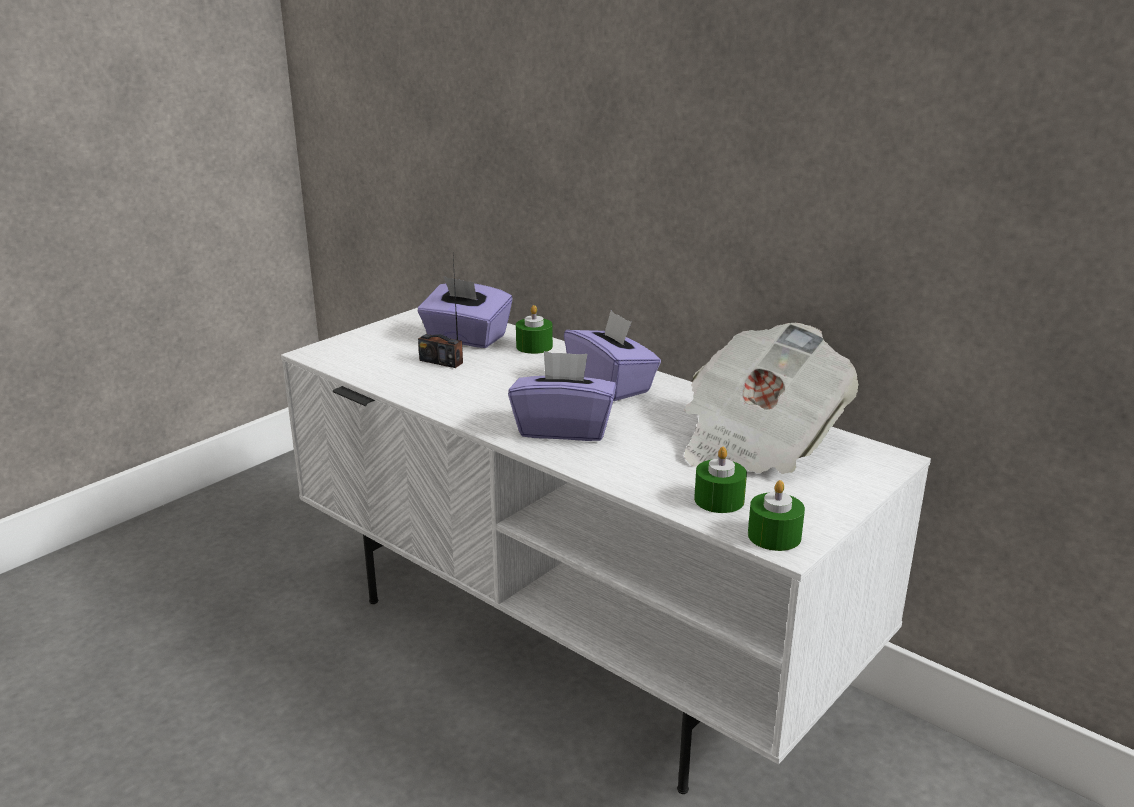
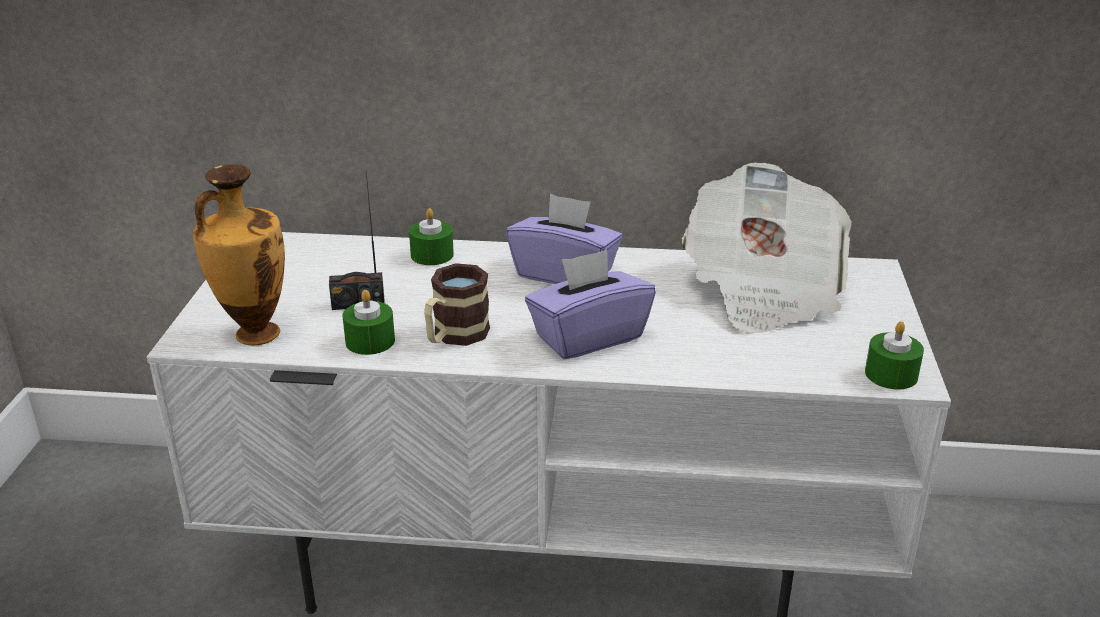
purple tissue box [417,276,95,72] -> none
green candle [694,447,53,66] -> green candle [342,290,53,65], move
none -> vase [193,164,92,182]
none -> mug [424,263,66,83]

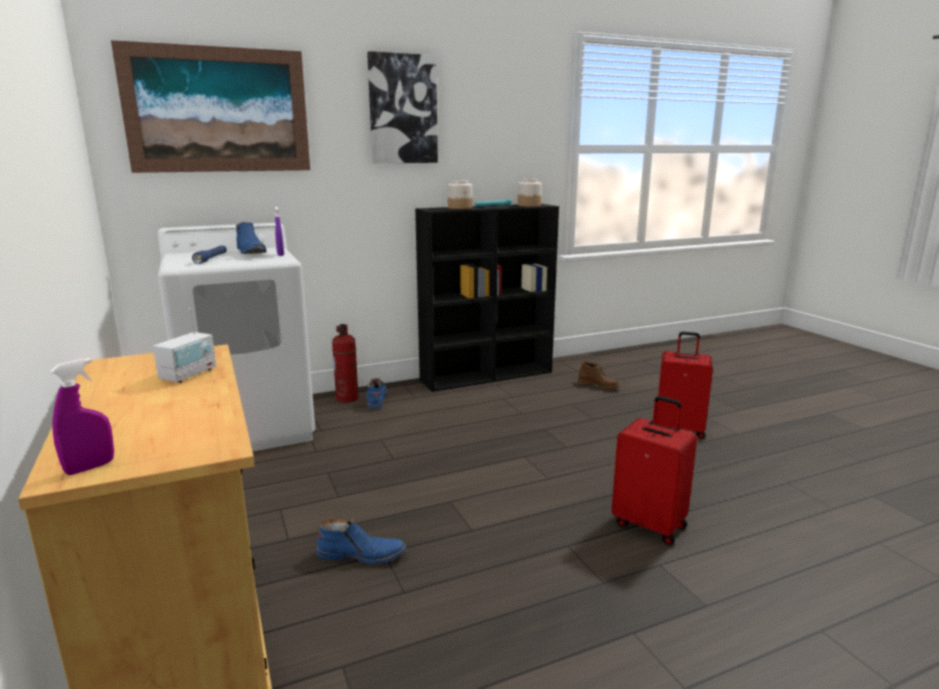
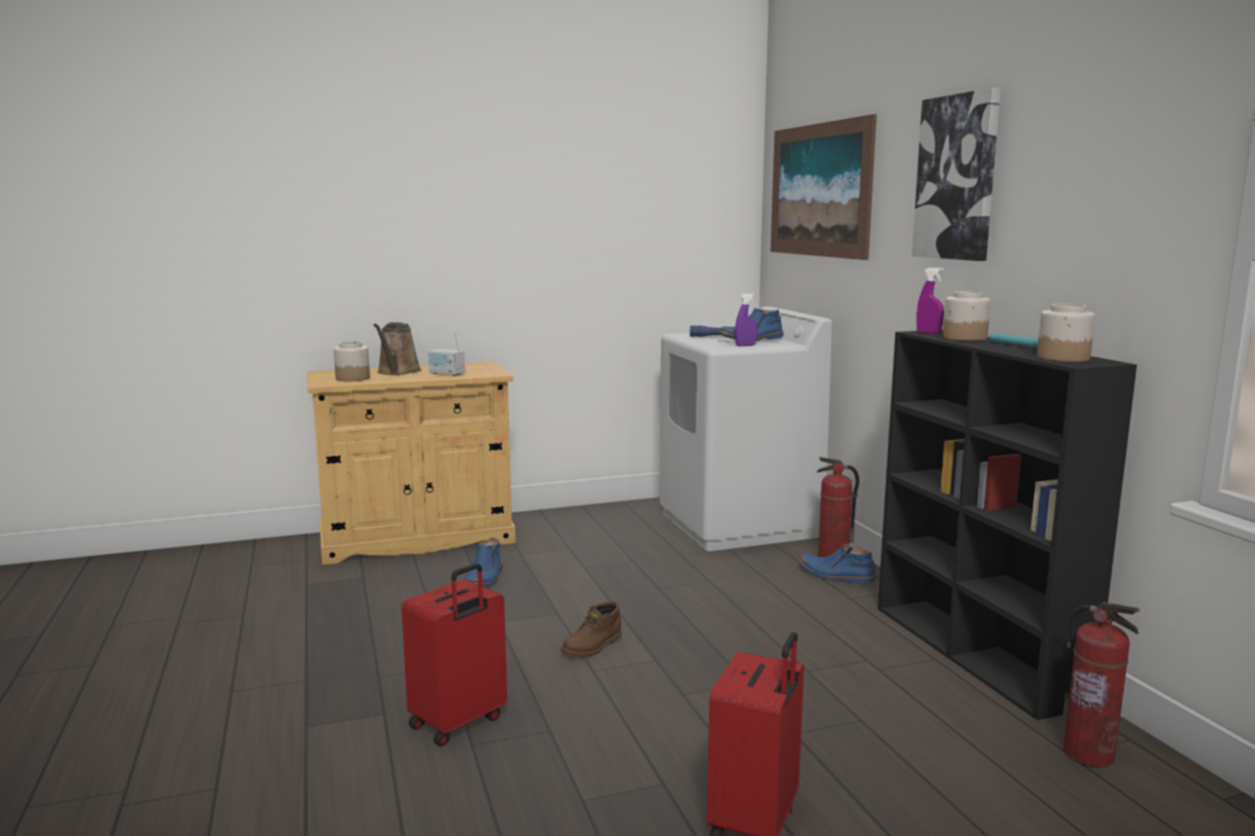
purple spray bottle [50,358,64,117] -> purple spray bottle [916,268,28,66], move
brown boot [578,362,41,27] -> brown boot [560,601,62,56], move
blue boot [366,378,21,31] -> blue boot [799,544,77,40], 150 degrees counterclockwise
none -> brown watering can [374,322,47,53]
none -> jar [334,341,36,40]
none -> fire extinguisher [1063,602,76,166]

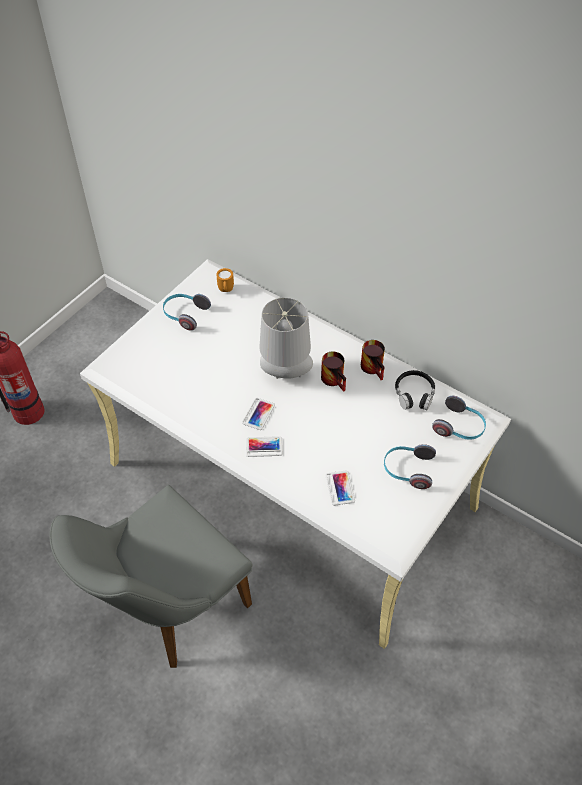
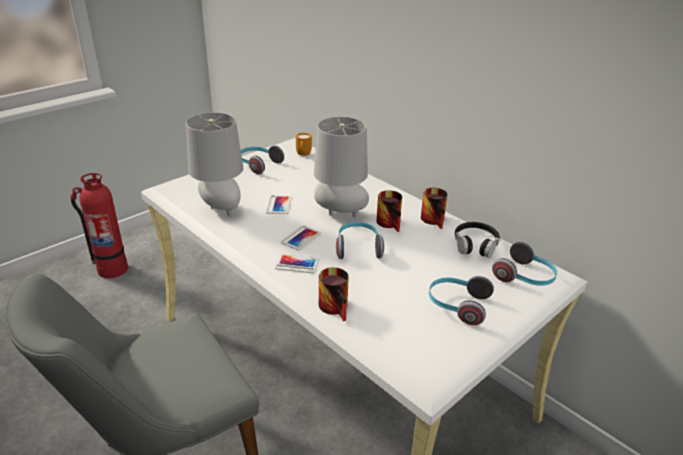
phone [325,470,30,36] -> phone [266,195,26,19], move
none -> grey table lamp [186,112,57,105]
none -> headphones [336,222,48,37]
none -> mug [319,267,30,54]

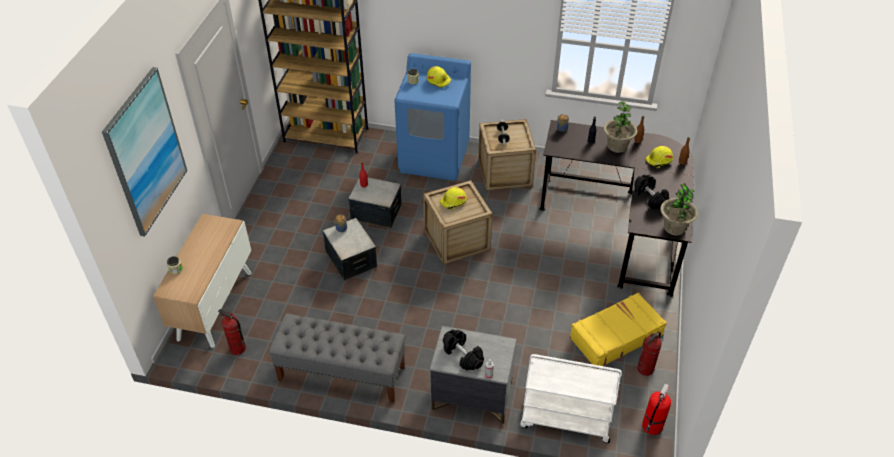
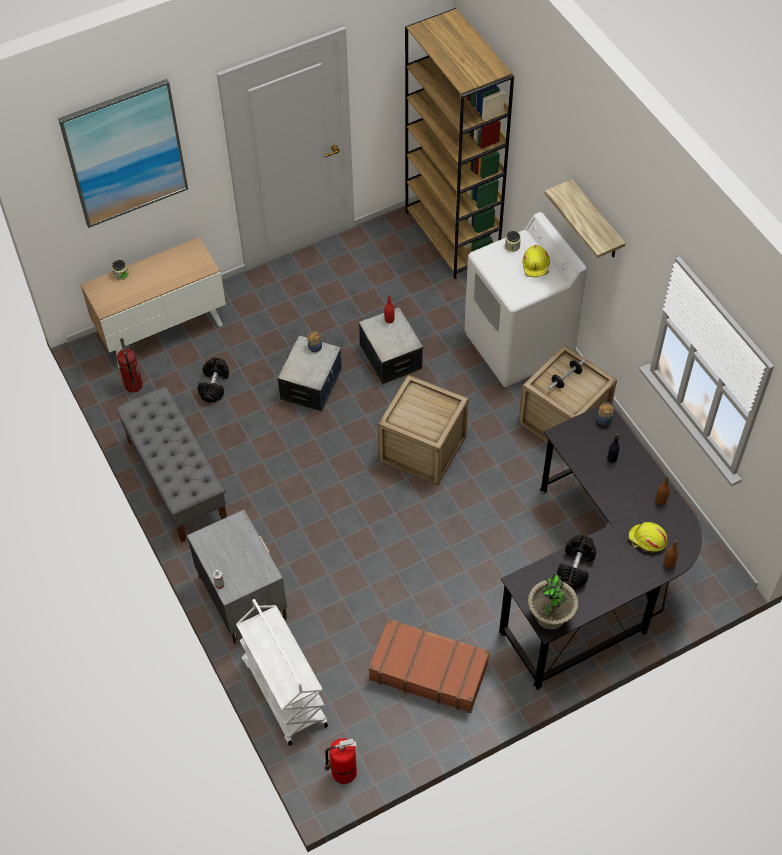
blue washing machine [394,53,77,128] -> white washing machine [464,212,123,175]
potted plant [603,101,35,52] -> none
yellow hard hat [440,187,27,23] -> none
yellow suitcase [570,292,97,77] -> brown suitcase [369,619,121,94]
black dumbbell [443,329,41,41] -> black dumbbell [197,357,32,46], move
fire extinguisher [637,332,25,44] -> none
none -> shelf [544,179,81,79]

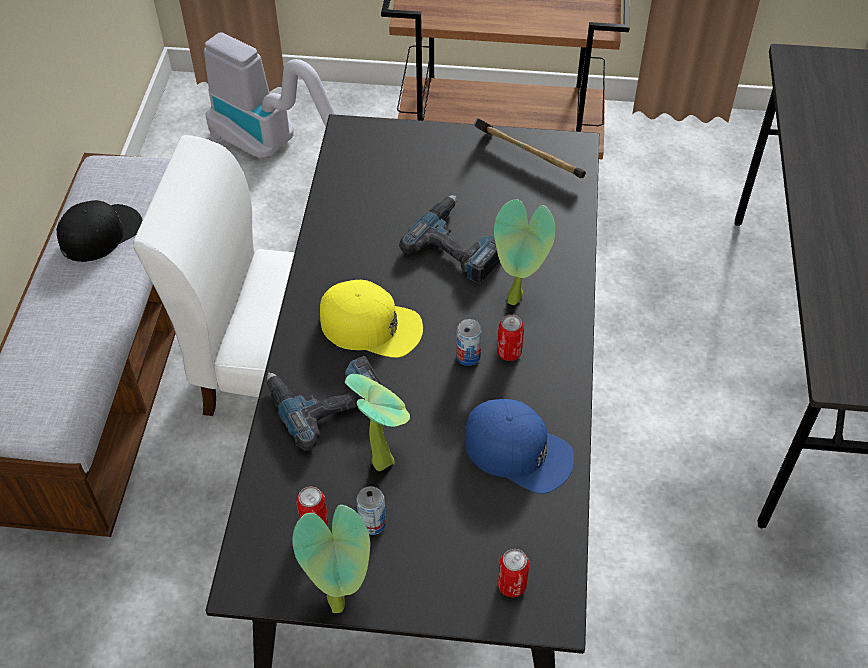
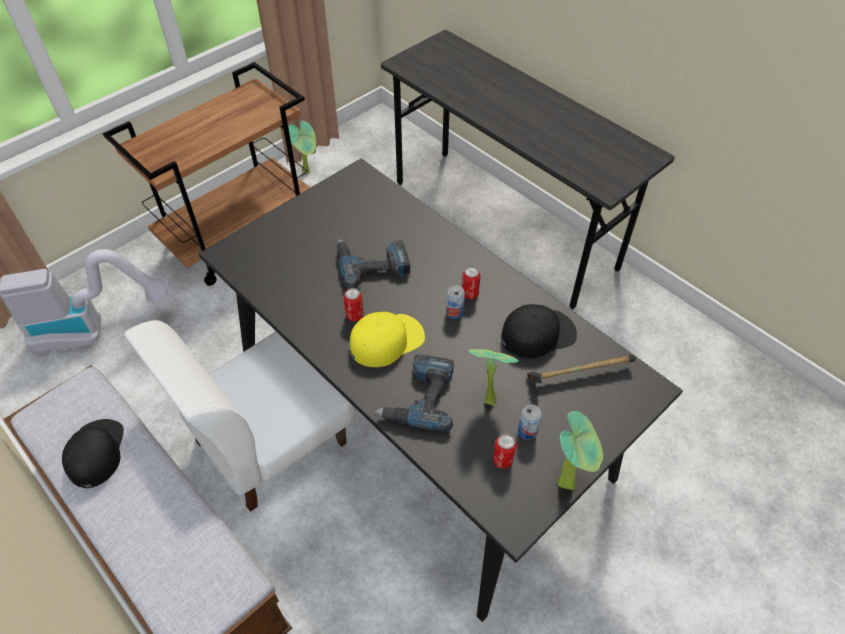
hammer [473,118,113,60] -> hammer [527,354,109,30], move
potted plant [494,199,61,106] -> potted plant [288,121,28,53], move
blue cap [465,399,109,95] -> black cap [501,304,76,54]
can [498,549,31,48] -> can [344,288,20,33], move

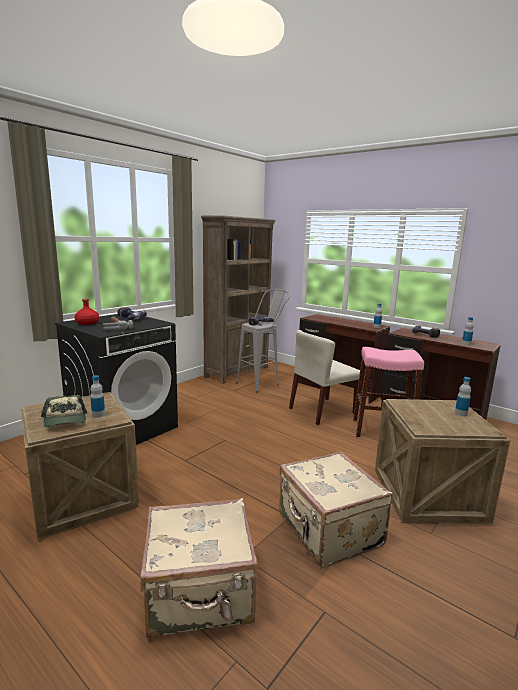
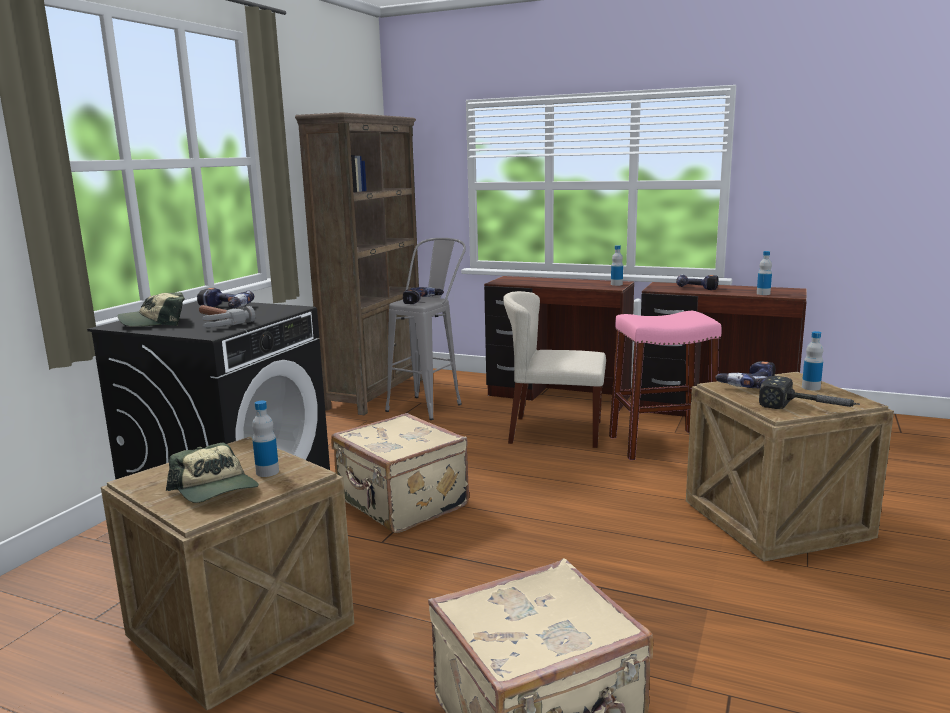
red bottle [75,299,24,26] -> cap [118,292,67,35]
beige chair [289,330,71,95] -> beige chair [503,291,103,157], 60 degrees clockwise
beige suitcase [279,452,114,115] -> beige suitcase [331,413,138,120], move
none -> power drill [715,361,60,27]
none -> hammer [759,376,101,33]

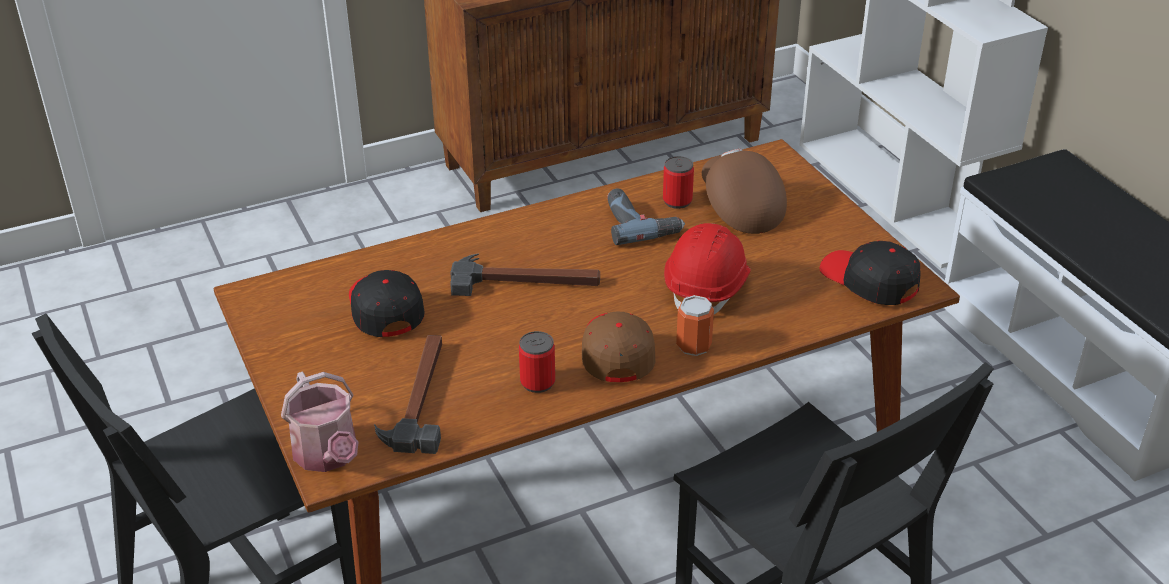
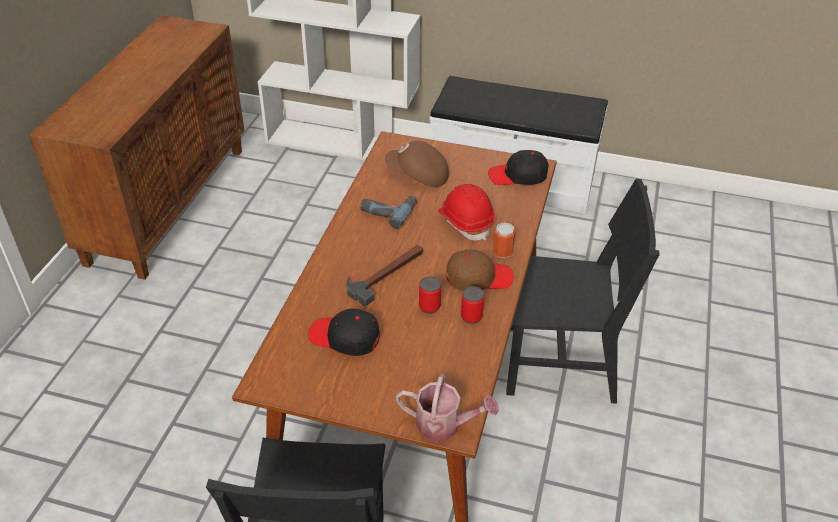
can [663,156,31,53] -> can [419,276,22,38], move
brown cap [582,311,74,71] -> brown cap [446,250,68,41], 135 degrees clockwise
hammer [374,335,68,119] -> none

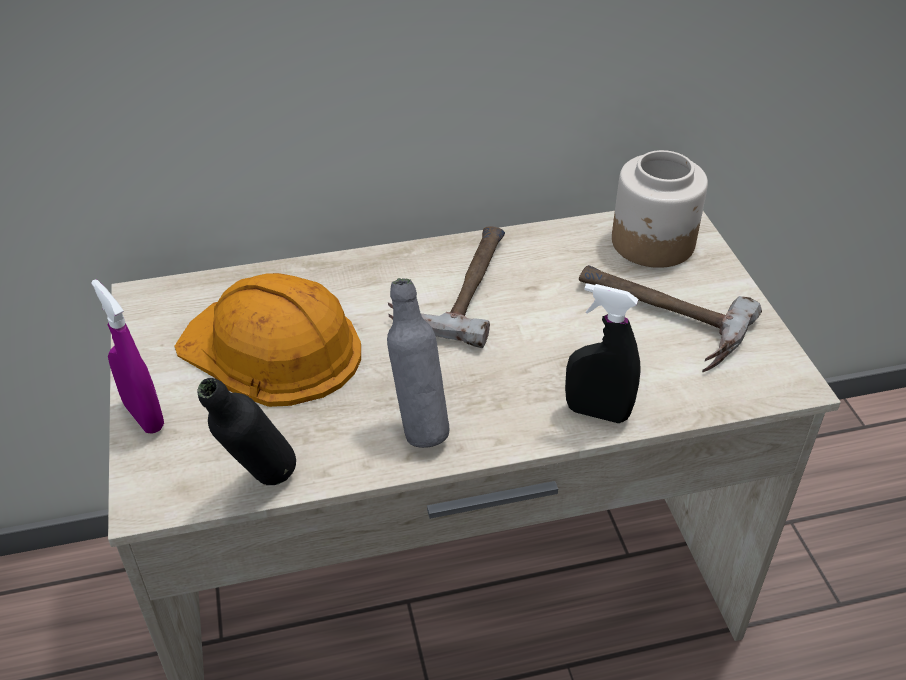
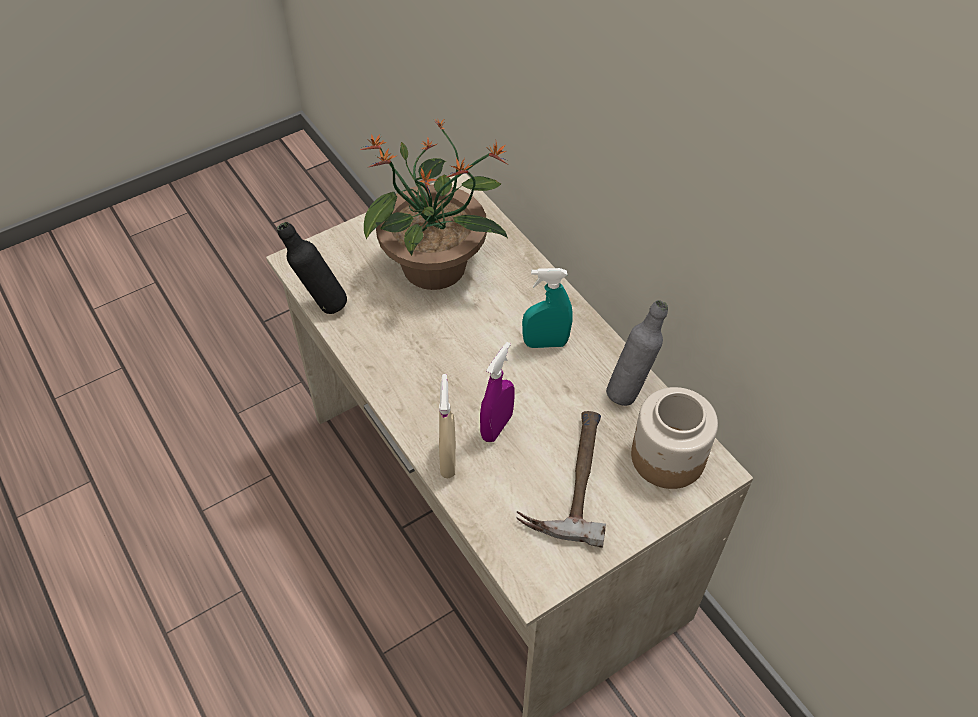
hammer [388,226,117,122] -> turquoise spray bottle [522,268,50,80]
orange hard hat [175,273,186,134] -> potted plant [360,118,148,172]
grey bottle [387,278,62,170] -> grey bottle [606,300,62,106], move
purple spray bottle [91,279,73,155] -> purple spray bottle [480,342,35,100], move
black spray bottle [565,283,76,140] -> beige spray bottle [439,374,17,104]

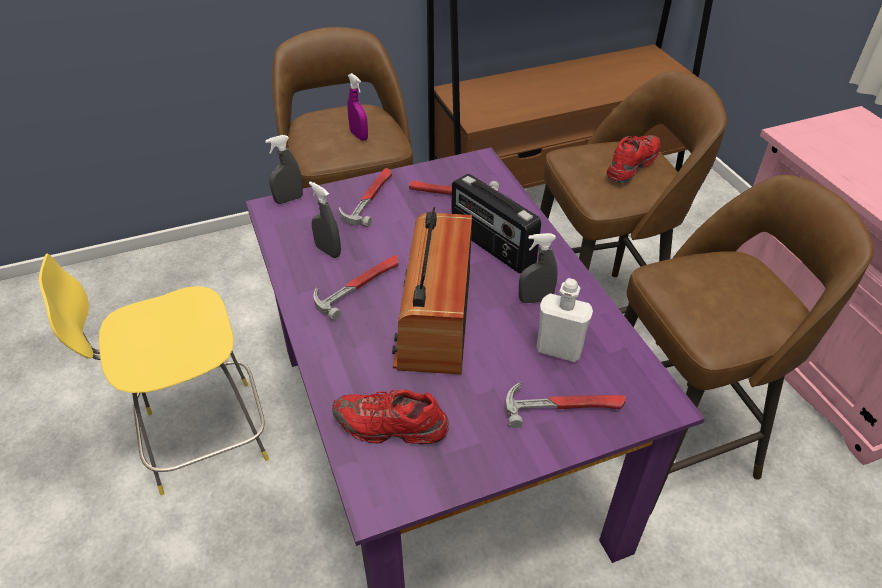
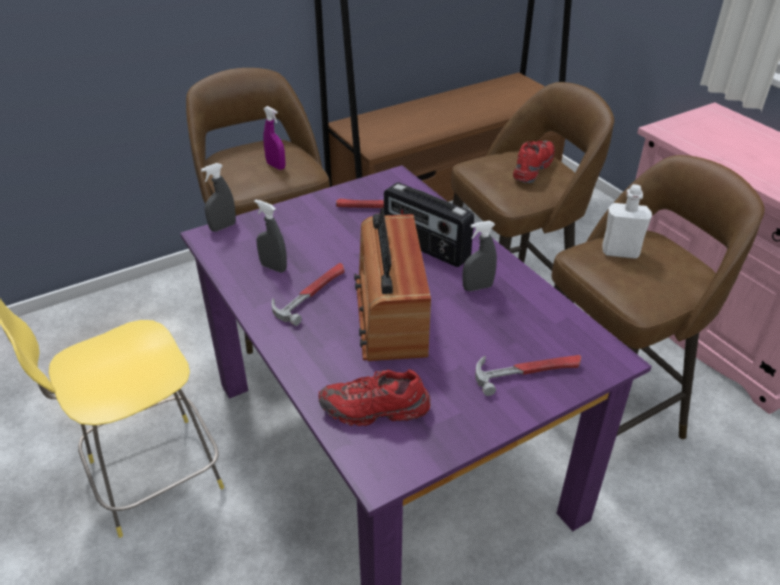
hammer [339,168,53,59] -> none
white bottle [537,278,56,84] -> white bottle [602,184,50,75], move

